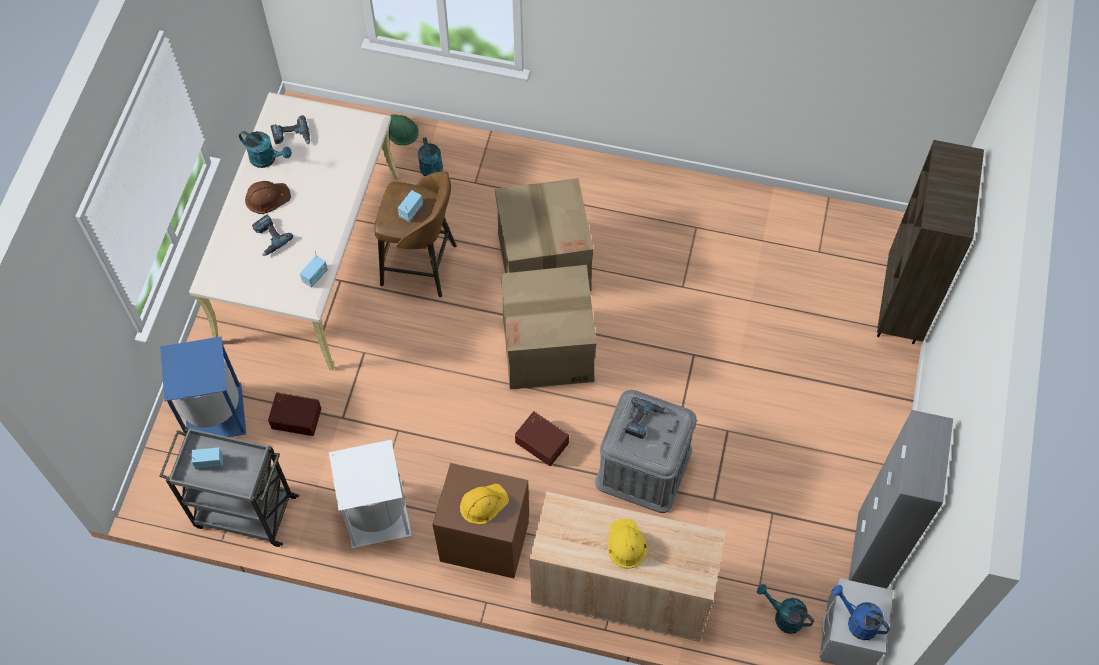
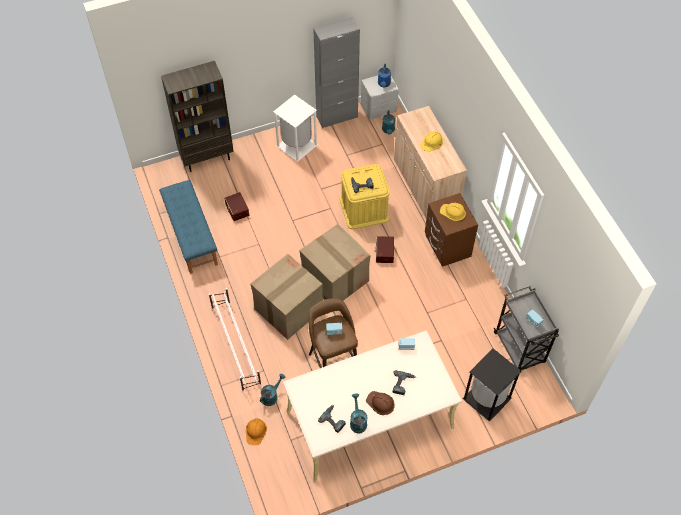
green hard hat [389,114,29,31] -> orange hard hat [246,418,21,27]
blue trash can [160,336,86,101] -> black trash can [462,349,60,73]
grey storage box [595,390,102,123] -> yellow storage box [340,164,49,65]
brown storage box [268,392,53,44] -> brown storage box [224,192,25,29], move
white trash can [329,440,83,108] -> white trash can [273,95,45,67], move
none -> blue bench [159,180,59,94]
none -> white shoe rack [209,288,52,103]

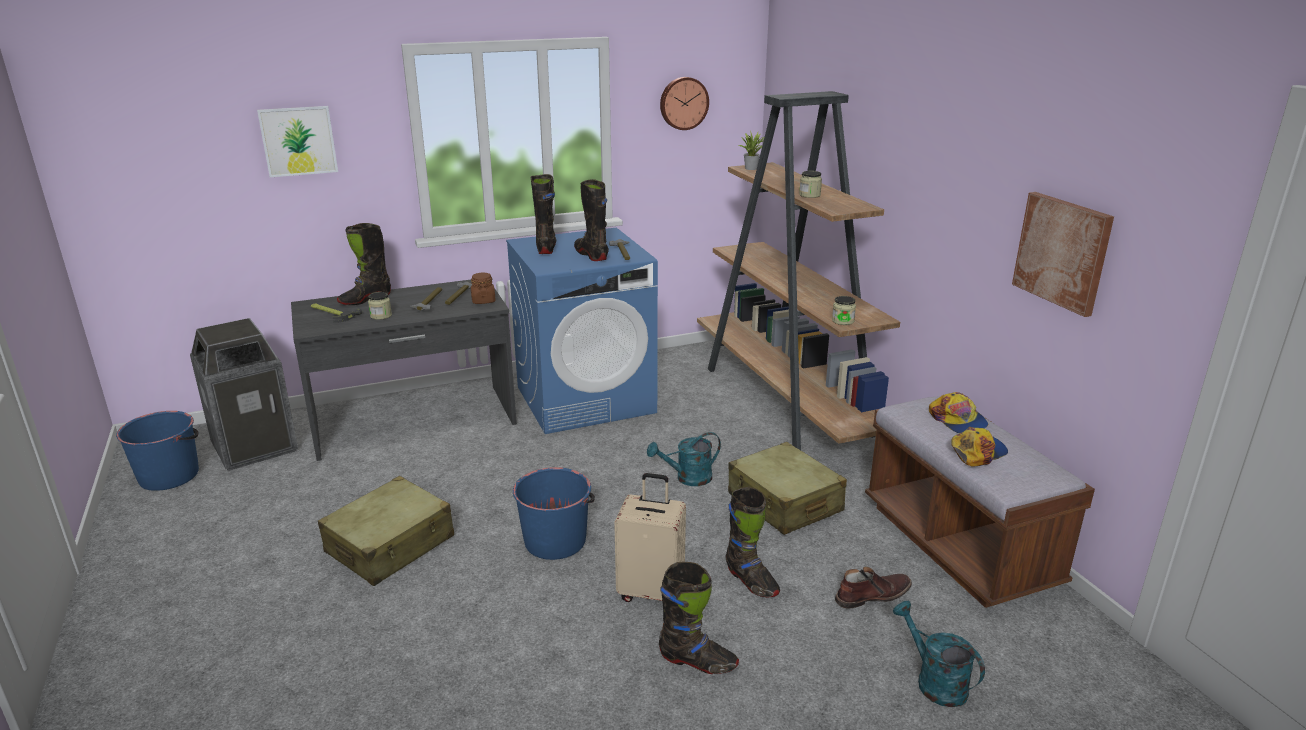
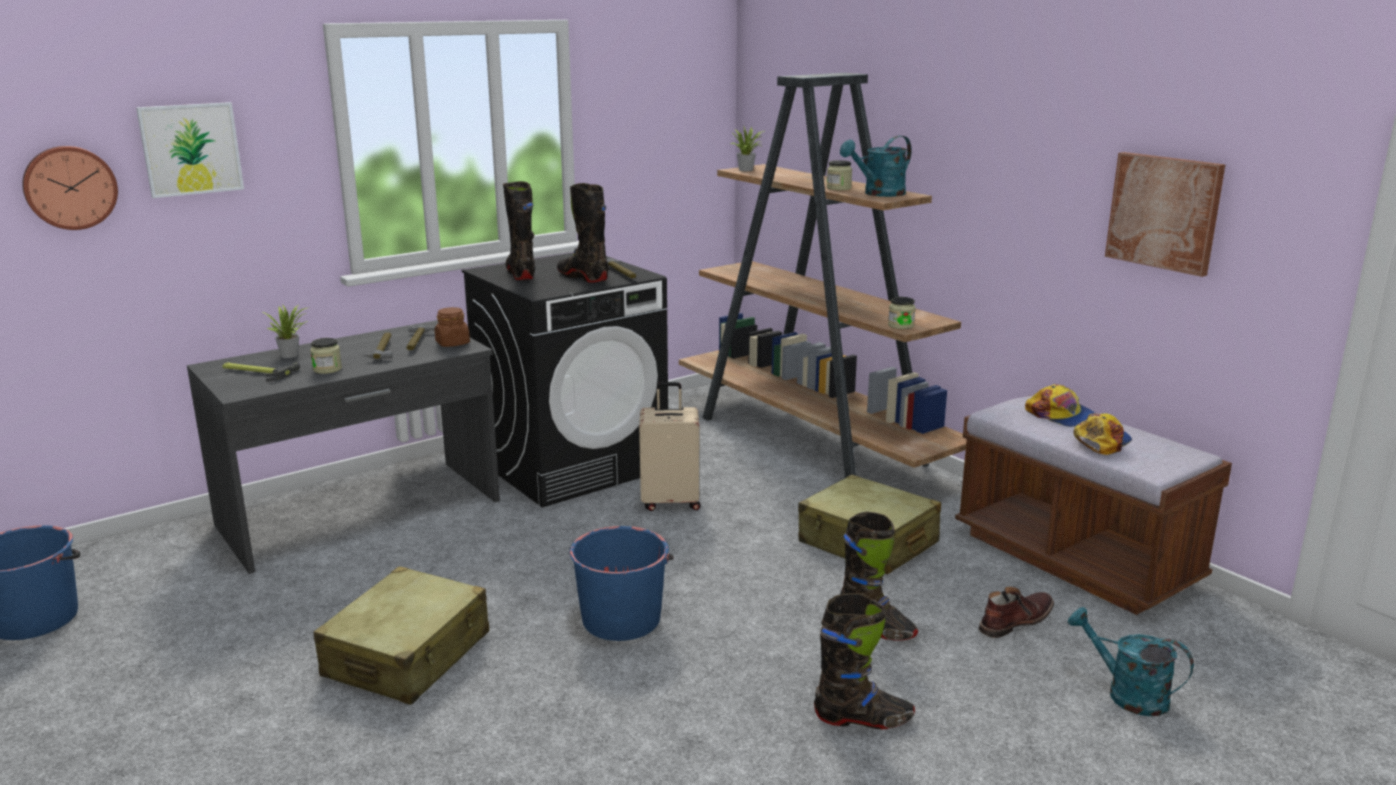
wall clock [660,77,49,53] -> wall clock [22,146,96,84], move
black boot [337,223,54,82] -> potted plant [262,304,49,54]
blue washing machine [506,227,152,207] -> black washing machine [462,252,206,255]
trash can [190,318,108,153] -> none
turquoise watering can [647,432,74,54] -> turquoise watering can [840,135,72,62], move
beige suitcase [614,473,72,129] -> beige suitcase [639,382,61,129], move

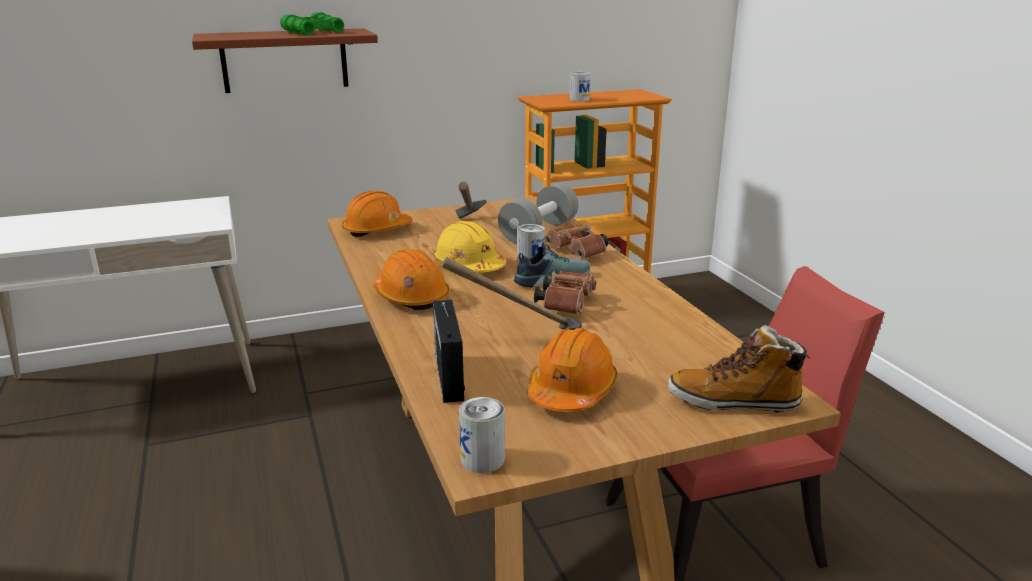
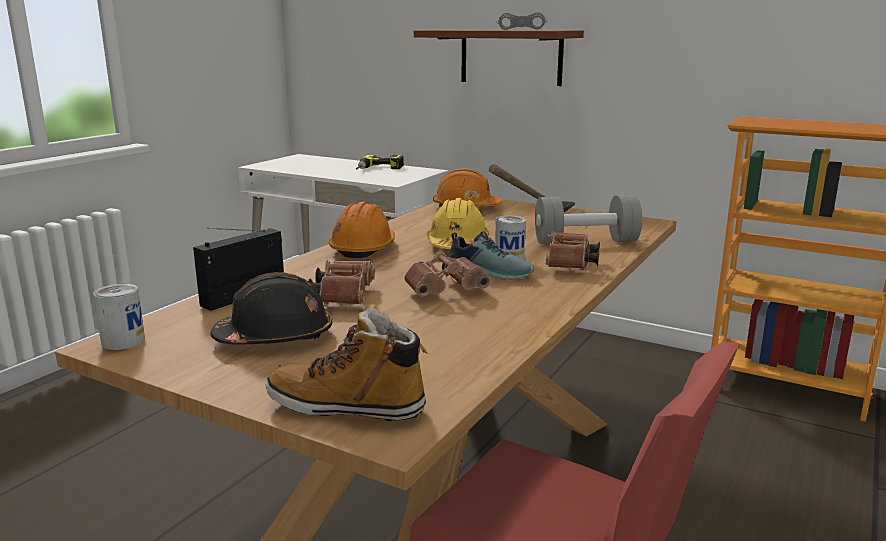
green binoculars [280,12,64,23] -> grey binoculars [496,12,51,18]
can [570,72,20,30] -> none
hammer [442,257,140,73] -> brown binoculars [308,260,67,44]
boot [668,325,143,87] -> boot [265,308,163,113], 45 degrees counterclockwise
orange hard hat [527,328,90,84] -> black hard hat [210,272,122,73]
none -> power drill [356,155,48,15]

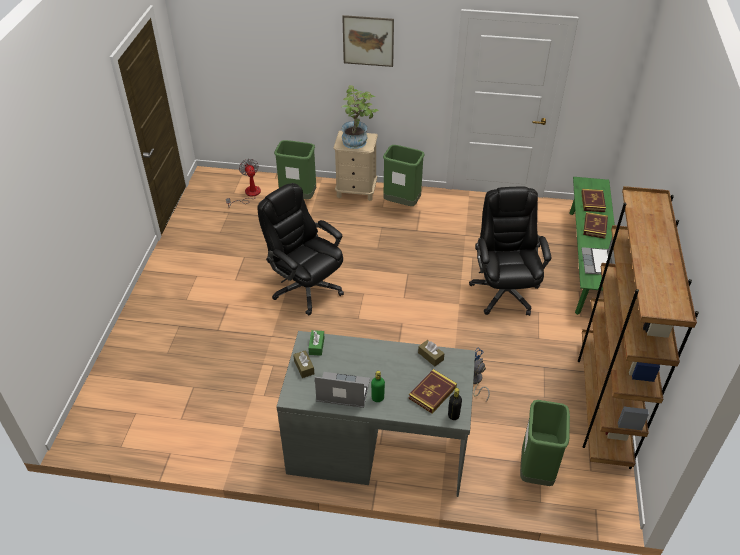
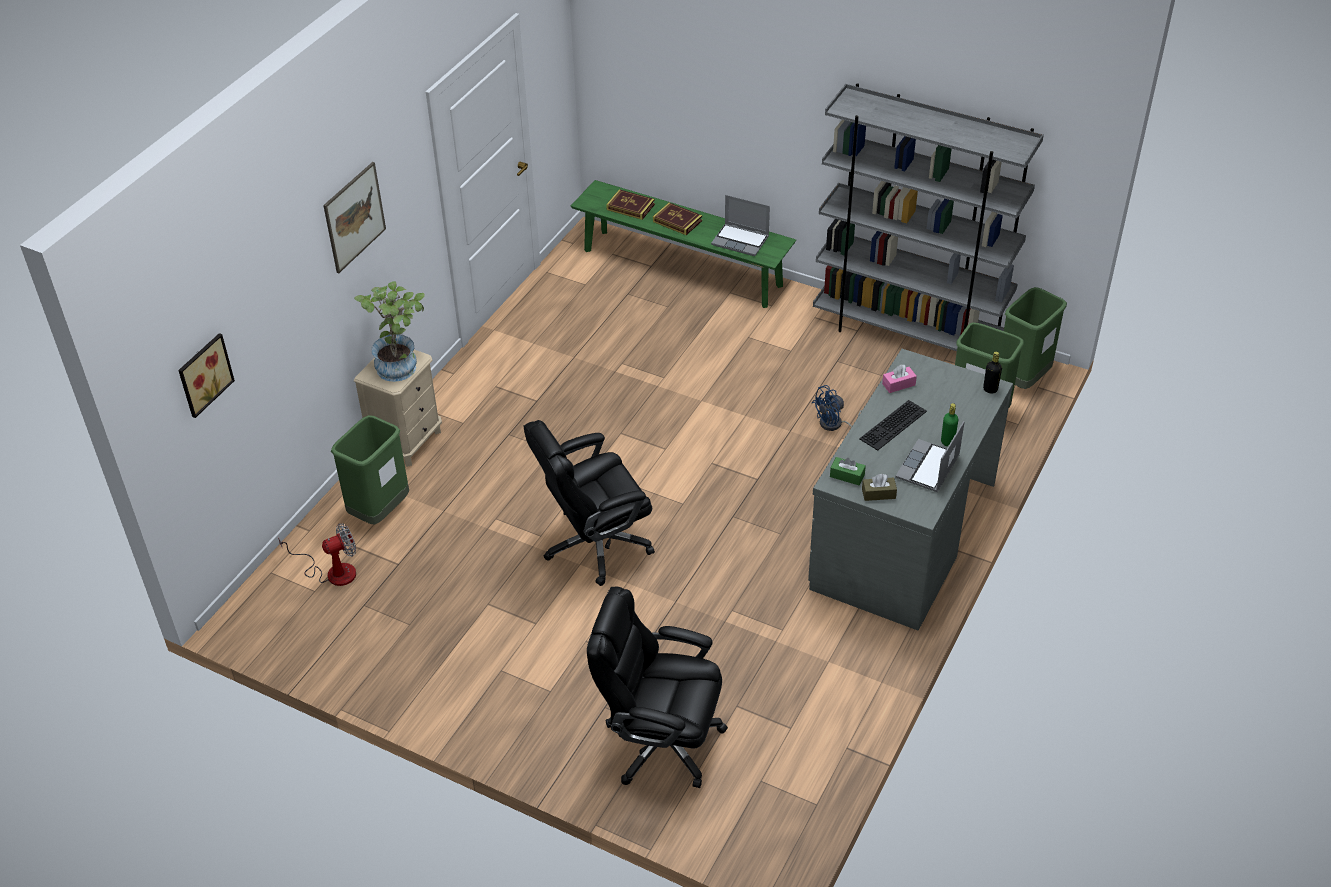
green trash can [383,145,41,61] -> green trash can [1004,287,63,102], move
fan [226,159,35,49] -> fan [278,523,78,63], 150 degrees clockwise
black office chair [469,186,83,130] -> black office chair [587,587,141,201], move
brown bookcase [578,186,121,283] -> grey bookcase [813,83,231,268]
brown tissue box [418,340,26,26] -> pink tissue box [882,364,35,29]
book [409,369,48,45] -> none
none -> picture [178,333,57,85]
none -> keyboard [859,400,68,51]

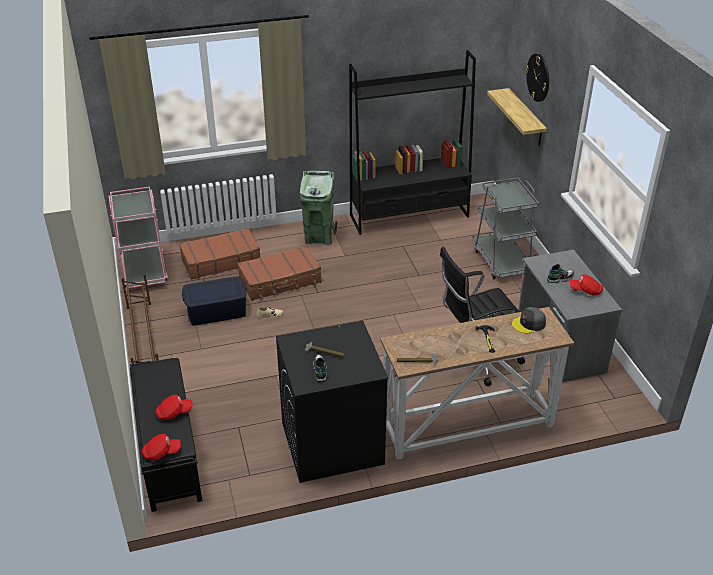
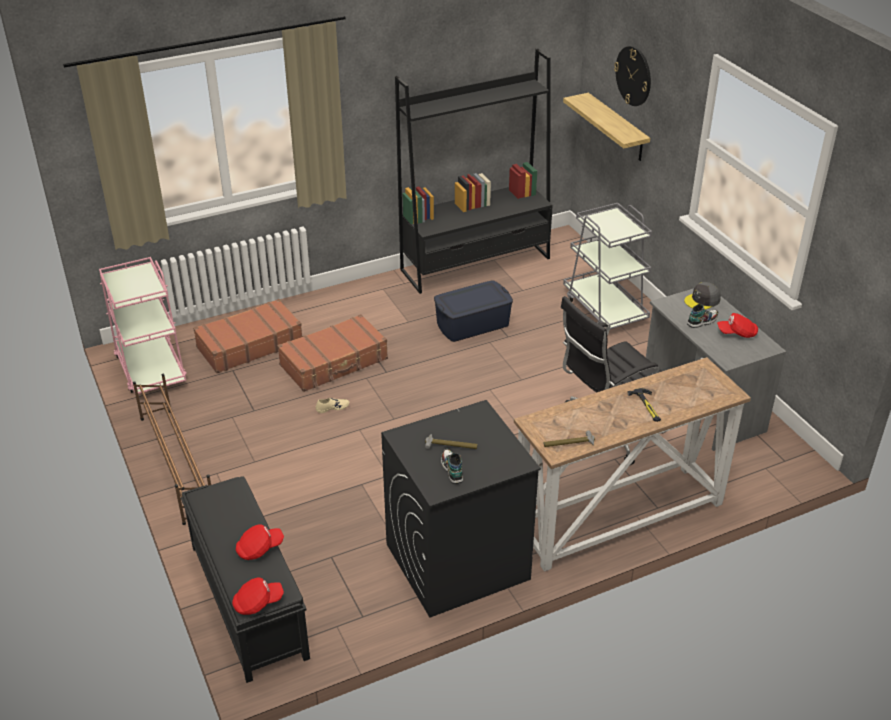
green trash can [299,171,38,74] -> none
blue storage box [182,276,65,50] -> blue storage box [434,280,79,62], move
grey cap [512,307,34,26] -> grey cap [684,282,37,28], move

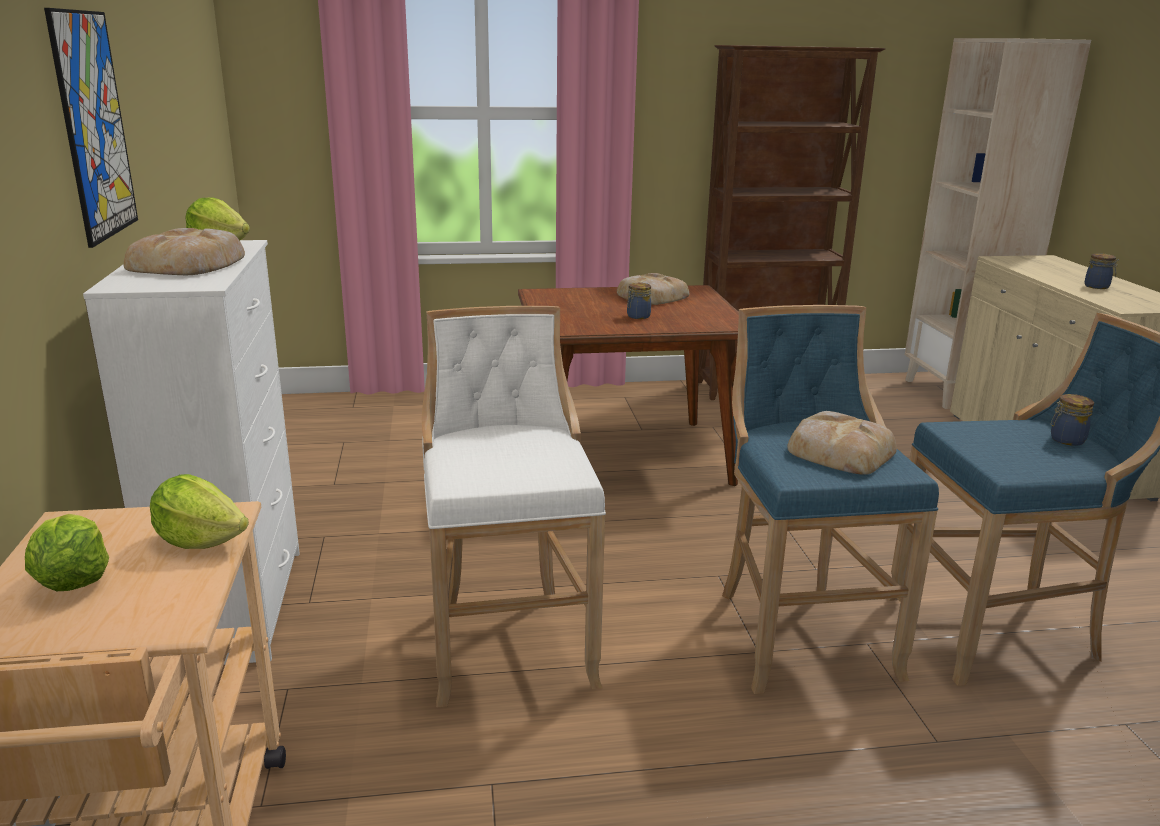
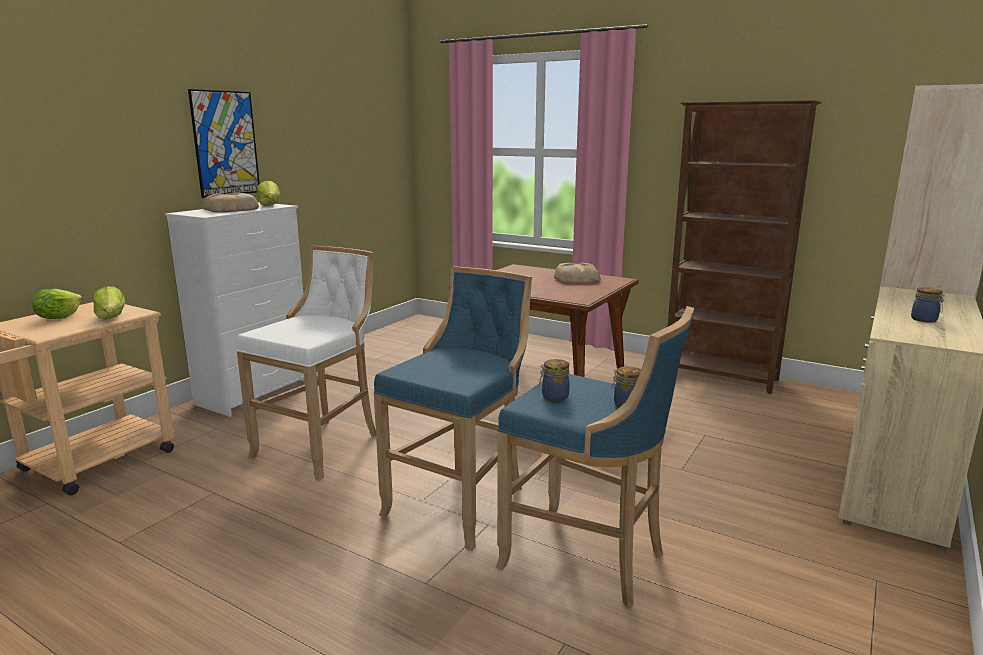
jar [627,283,24,36] -> jar [539,359,31,42], move
bread [787,411,110,64] -> none

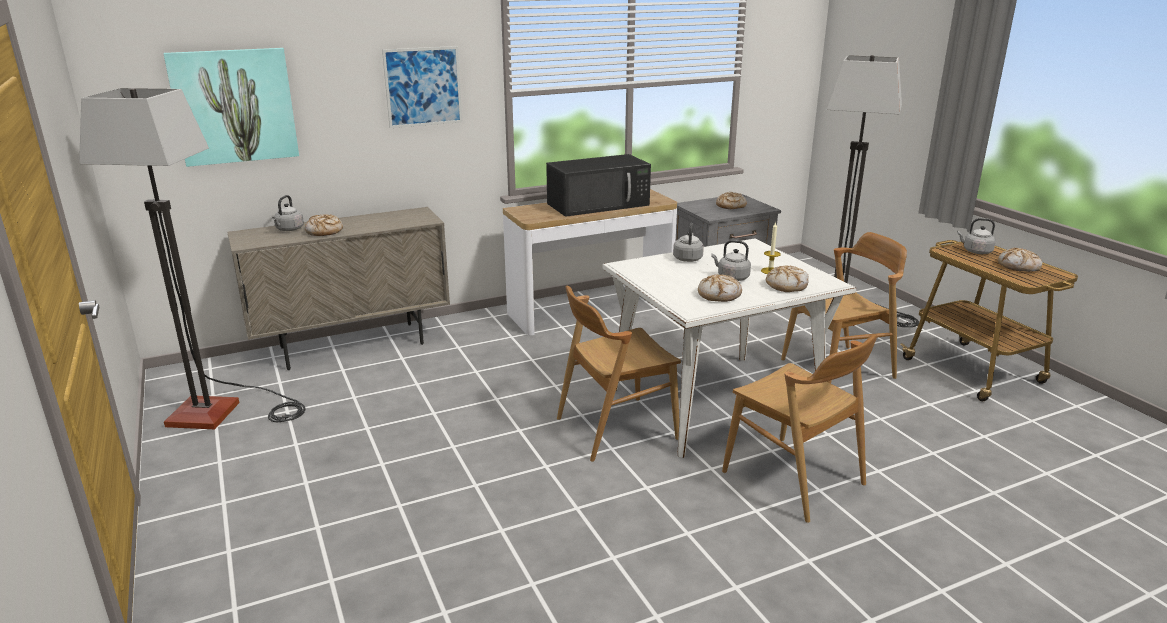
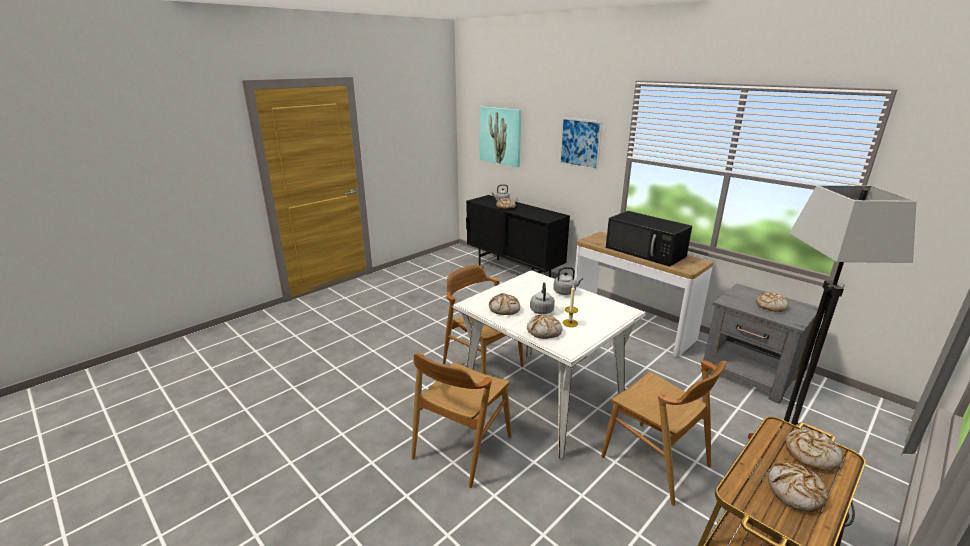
floor lamp [79,88,226,341] -> none
beige cabinet [227,207,223,163] -> black cabinet [466,195,104,82]
grey kettle [957,218,39,36] -> bread [785,429,57,42]

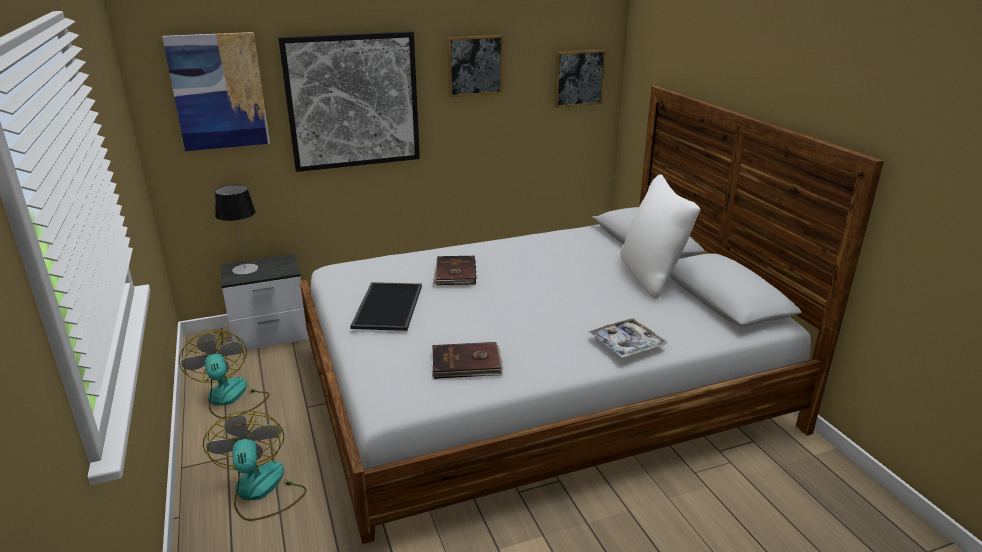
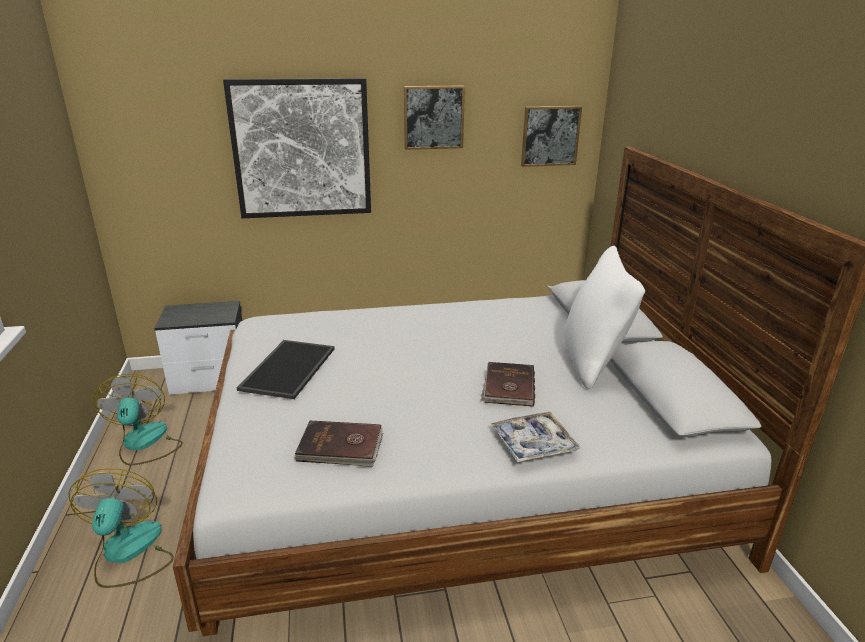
picture [162,32,108,119] -> none
table lamp [215,185,44,90] -> none
brown book [433,255,43,30] -> brown book [480,362,55,45], move

